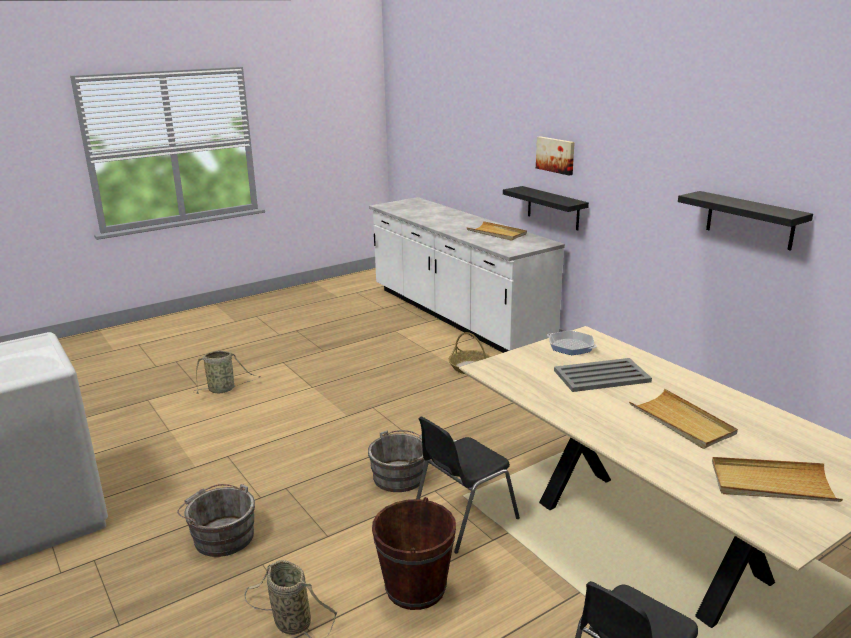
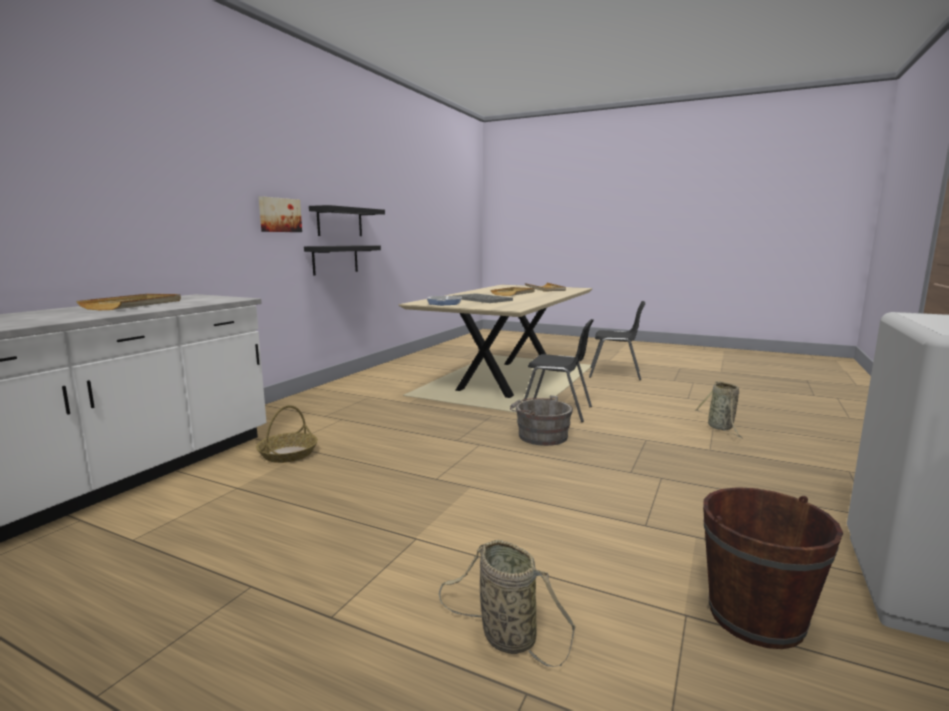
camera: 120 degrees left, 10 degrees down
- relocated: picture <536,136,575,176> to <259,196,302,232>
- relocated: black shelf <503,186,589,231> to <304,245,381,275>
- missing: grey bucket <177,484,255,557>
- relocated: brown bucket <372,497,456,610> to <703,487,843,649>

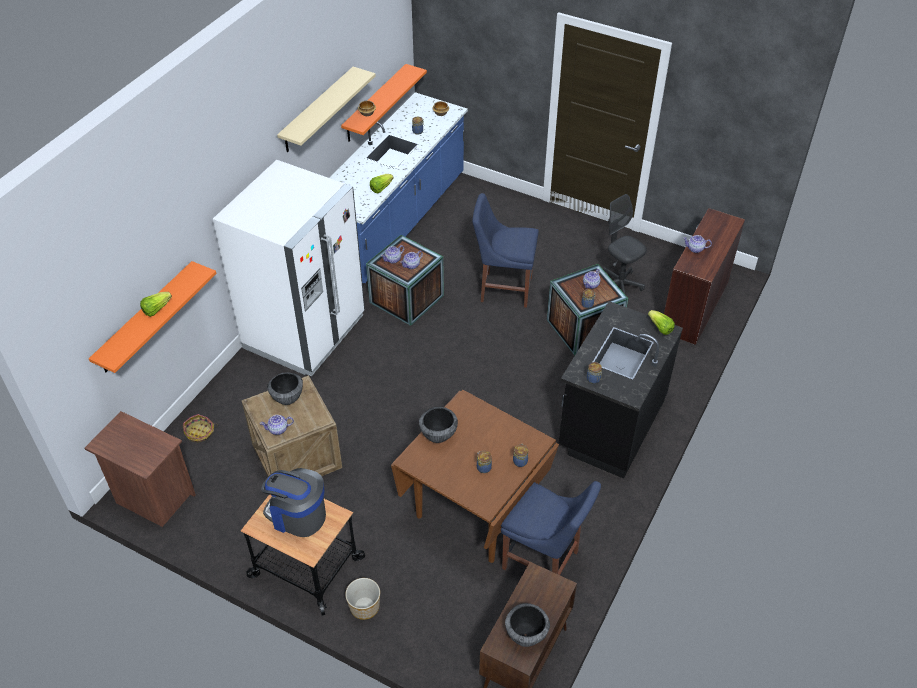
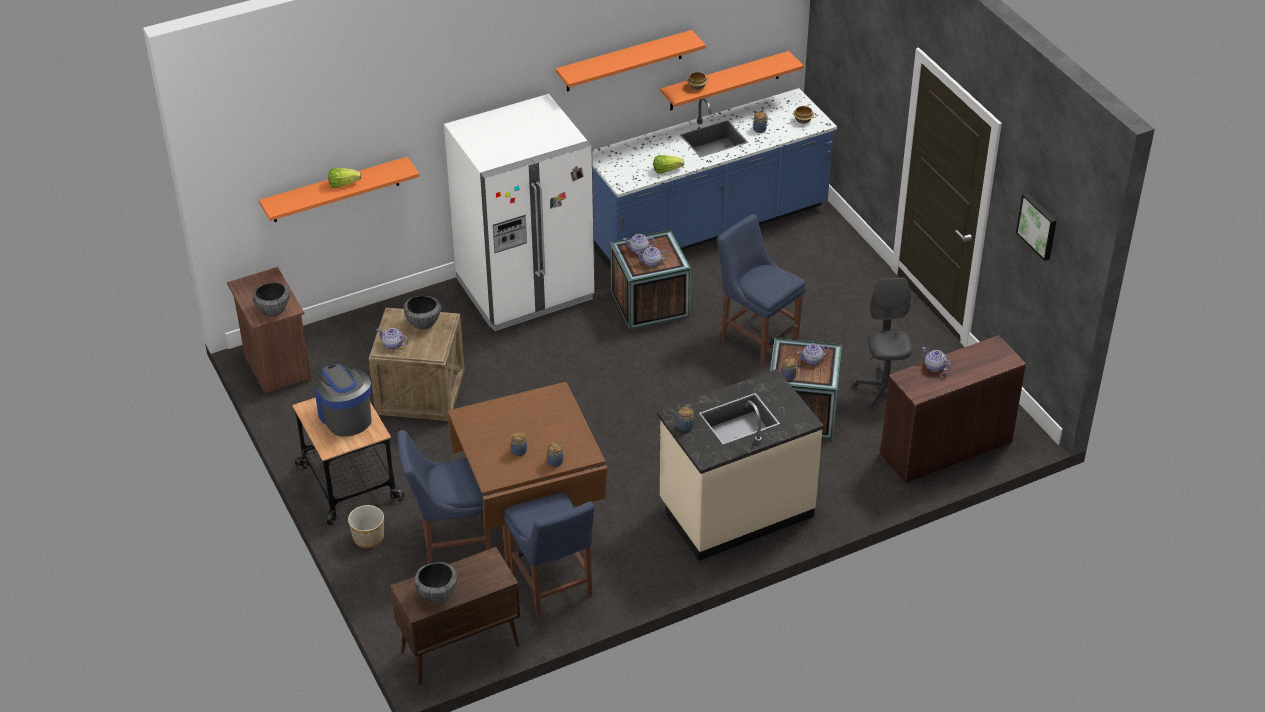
camera: 35 degrees right, 5 degrees down
- colour: beige shelf <277,67,376,153> to orange shelf <556,30,706,92>
- colour: black counter <559,301,683,479> to beige counter <657,369,824,561>
- missing: lettuce <648,310,675,335>
- relocated: bowl <419,407,458,443> to <253,282,290,316>
- missing: basket <183,414,218,443>
- appeared: picture <1016,193,1057,261>
- appeared: blue chair <397,430,491,564>

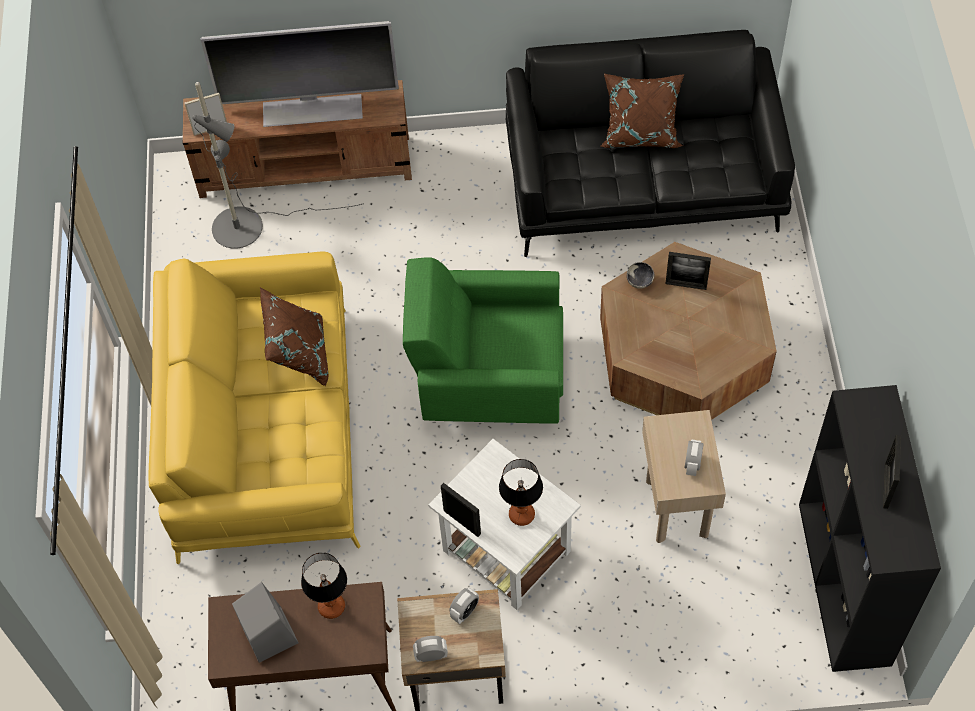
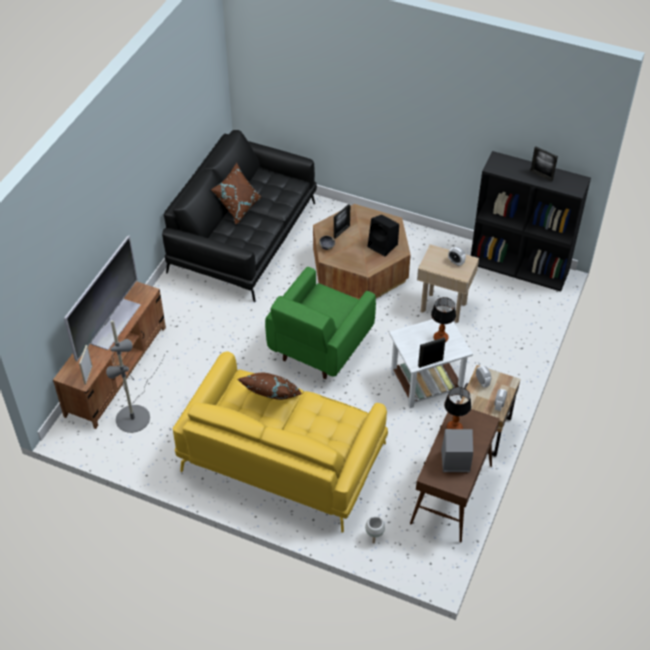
camera: 65 degrees left, 10 degrees down
- appeared: black speaker <367,215,399,256>
- appeared: white planter <365,516,385,544>

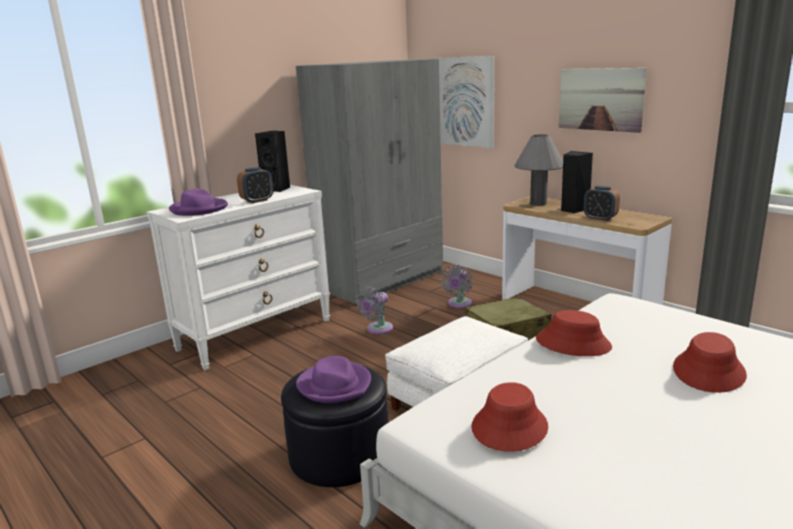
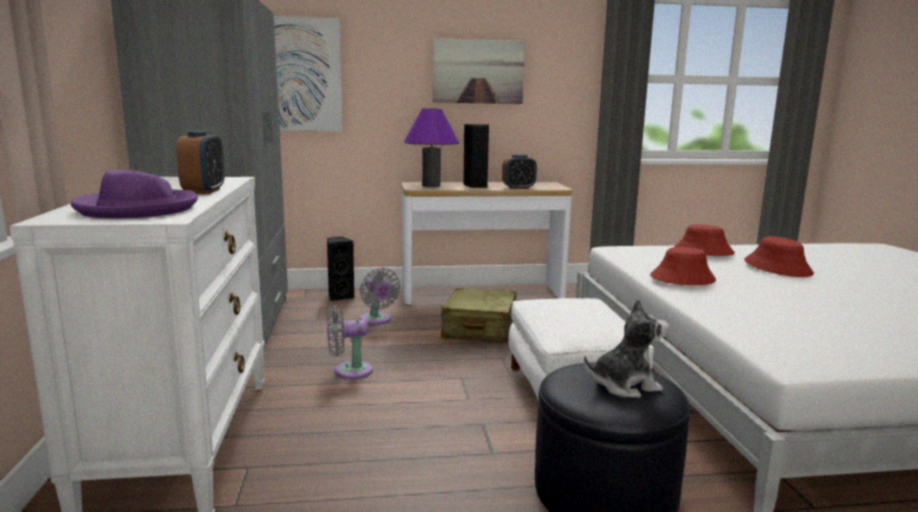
camera: 55 degrees left, 5 degrees down
- relocated: black speaker <255,131,290,192> to <327,237,355,301>
- colour: grey table lamp <515,134,563,206> to purple table lamp <404,108,460,187>
- spun: grey fan <356,286,393,334> = <327,305,373,379> 90 degrees clockwise
- exchanged: purple hat <296,356,371,403> to plush toy <584,299,669,398>
- relocated: red hat <472,382,548,452> to <674,225,735,256>

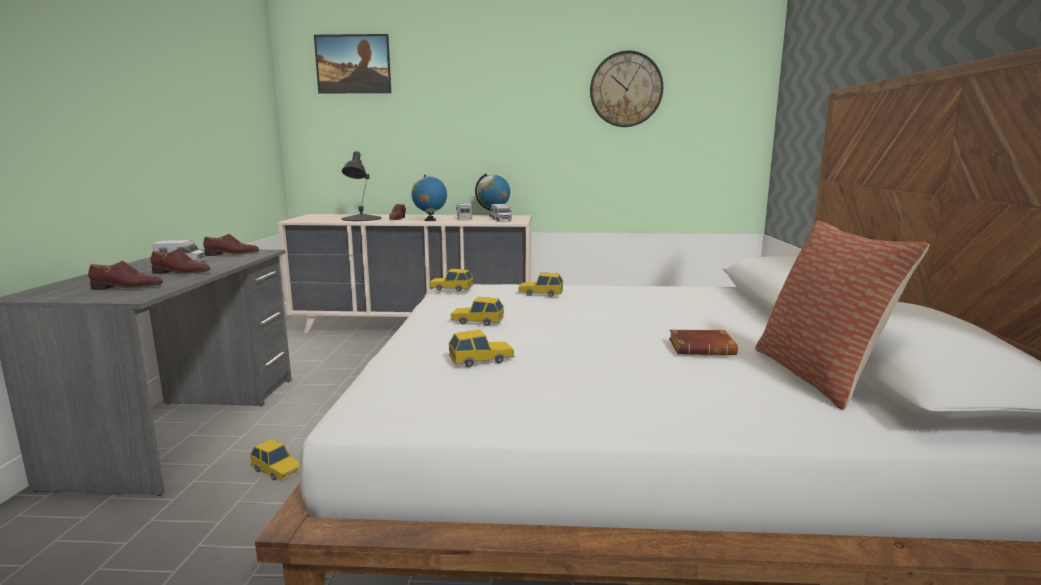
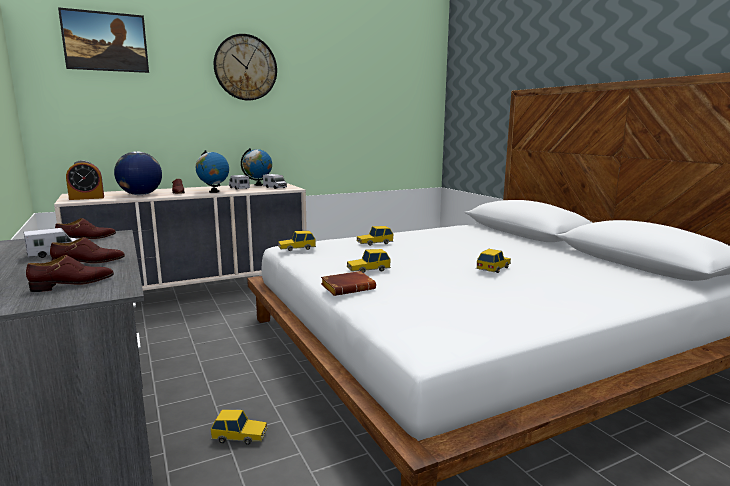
camera: 30 degrees left, 0 degrees up
- relocated: wall clock <590,50,663,127> to <214,34,277,101>
- exchanged: black table lamp <342,151,381,221> to globe <114,151,162,195>
- missing: pillow <755,220,929,410>
- relocated: toy car <449,329,515,367> to <476,249,511,273>
- relocated: brown book <669,330,738,355> to <321,271,376,296>
- appeared: alarm clock <66,160,104,200>

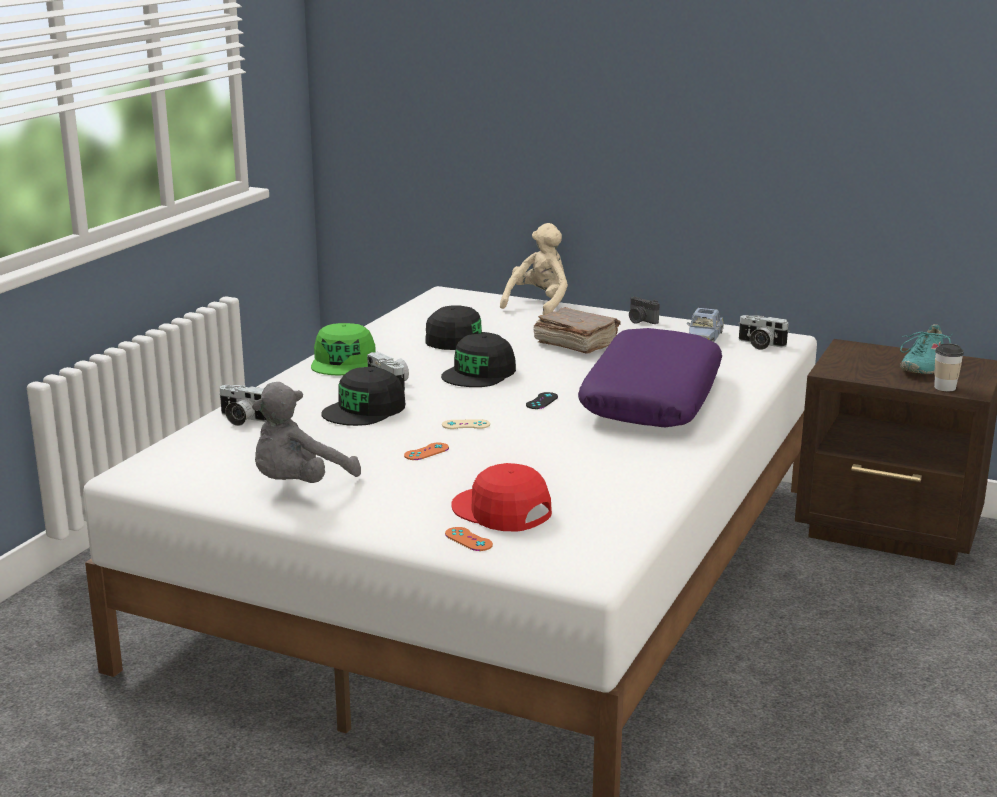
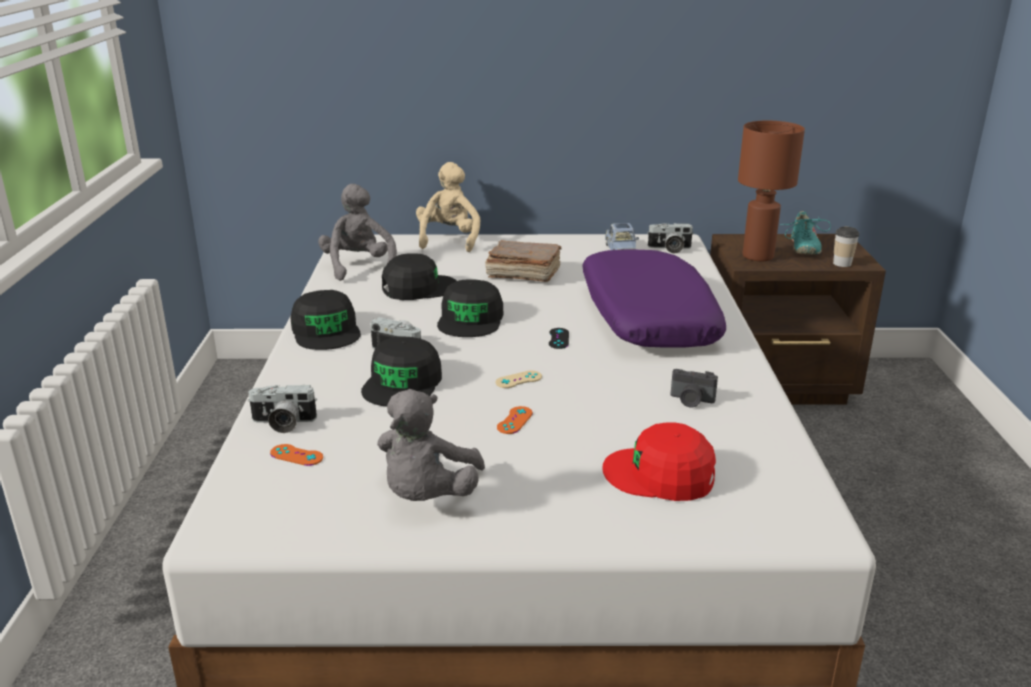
camera: 25 degrees left, 5 degrees up
- relocated: photo camera <629,297,660,324> to <671,369,718,408>
- colour: green cap <311,323,376,375> to black cap <290,290,361,350>
- relocated: orange game controller <445,527,493,551> to <270,444,323,466>
- appeared: brown table lamp <738,121,805,261>
- appeared: grey plush toy <318,184,397,281>

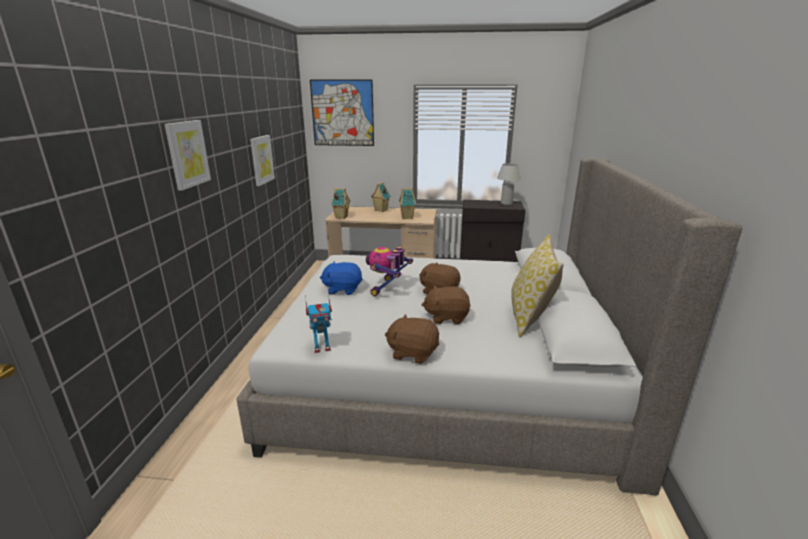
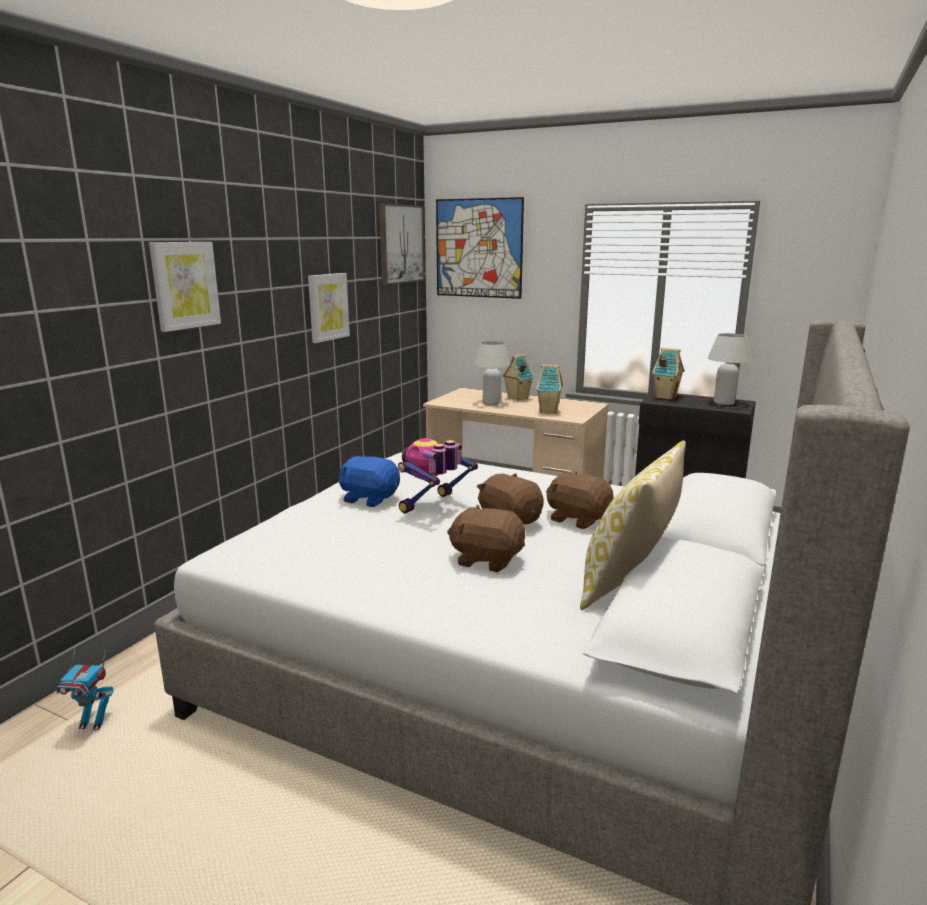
camera: 20 degrees right, 5 degrees down
- relocated: toy house <331,188,350,219> to <652,348,685,400>
- relocated: toy robot <305,292,332,353> to <57,649,113,730>
- relocated: brown plush toy <385,314,439,364> to <546,471,614,529>
- appeared: picture <379,203,425,285>
- appeared: white table lamp <474,341,510,405>

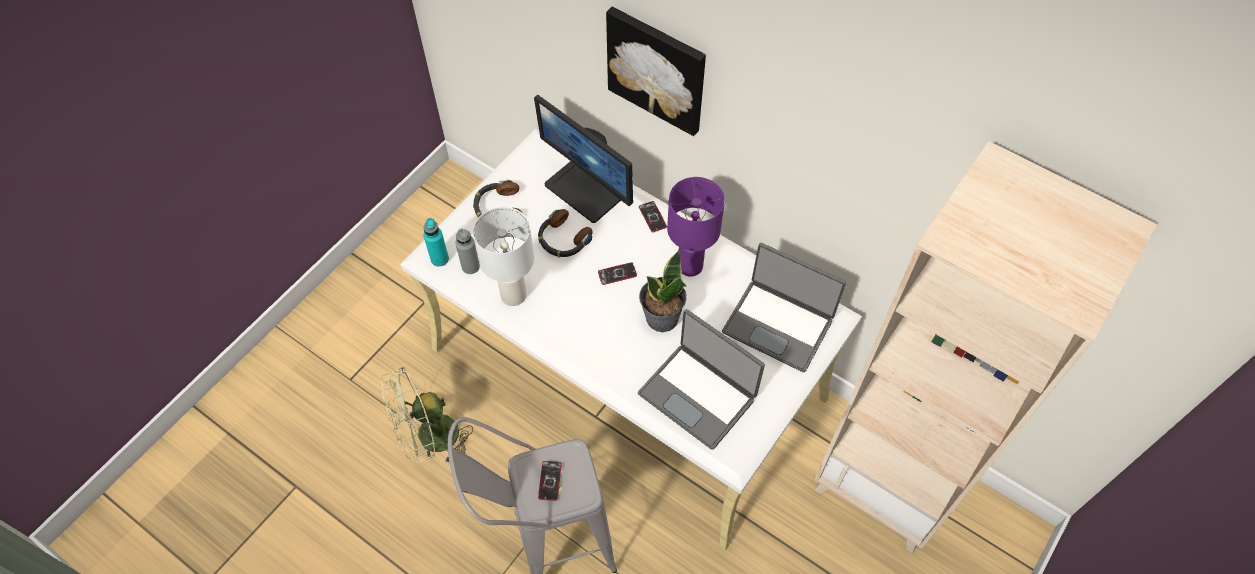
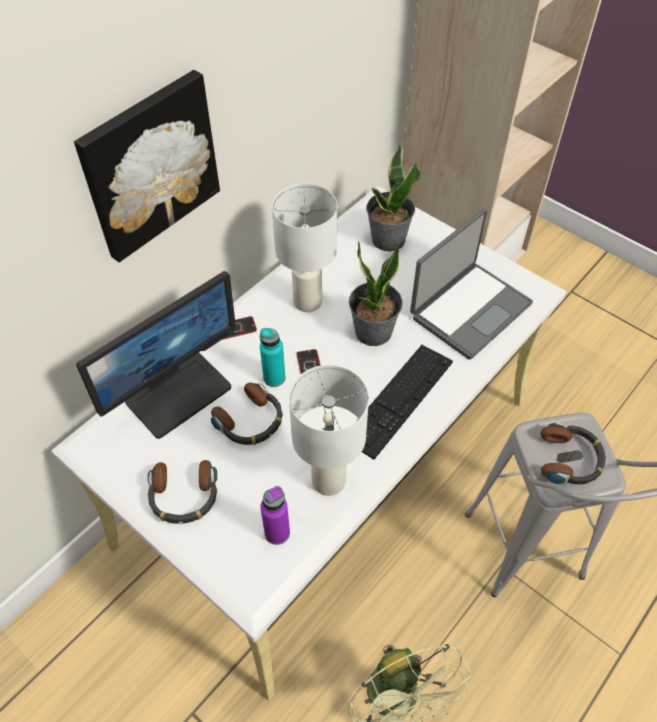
camera: 85 degrees left, 5 degrees down
- colour: purple table lamp <667,177,725,277> to white table lamp <272,183,338,312>
- relocated: turquoise bottle <423,218,449,267> to <260,328,285,387>
- colour: grey bottle <455,228,480,274> to purple bottle <260,486,290,545>
- exchanged: laptop <722,243,846,372> to potted plant <366,144,421,252>
- exchanged: phone <538,461,562,501> to headphones <541,423,606,485>
- appeared: keyboard <362,345,453,460>

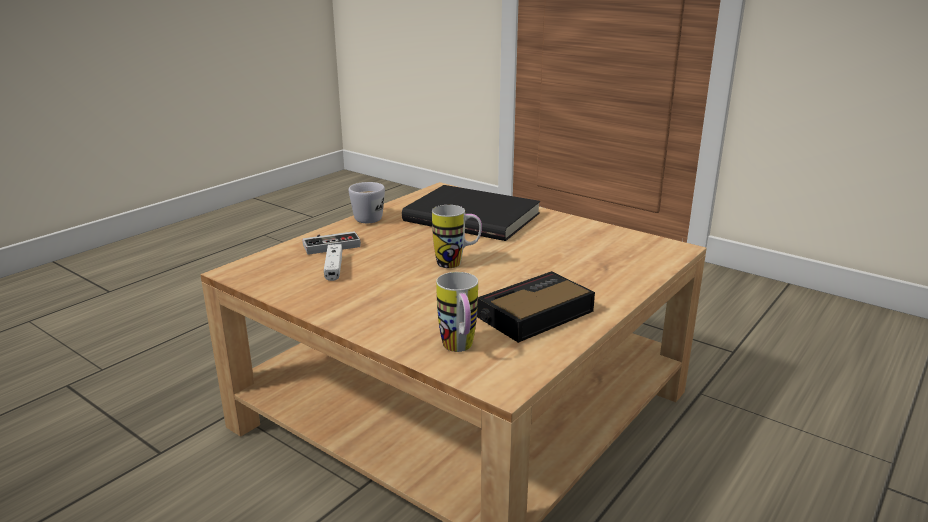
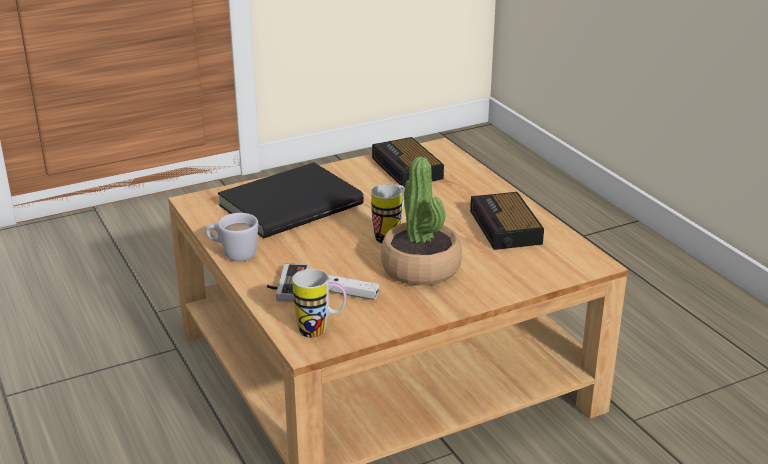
camera: 65 degrees left, 5 degrees up
- relocated: mug <436,272,478,352> to <292,269,347,338>
- appeared: alarm clock <372,137,444,187>
- appeared: potted plant <381,157,462,285>

